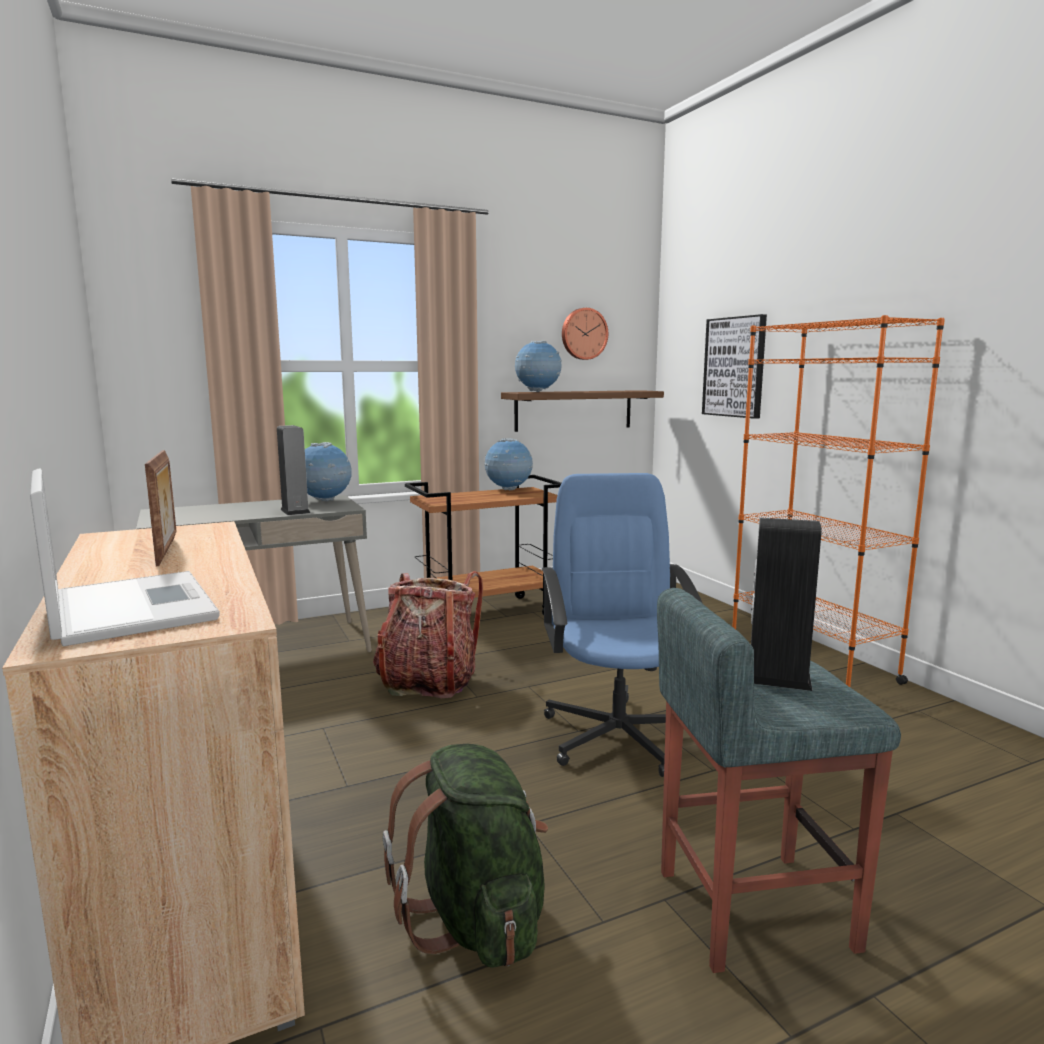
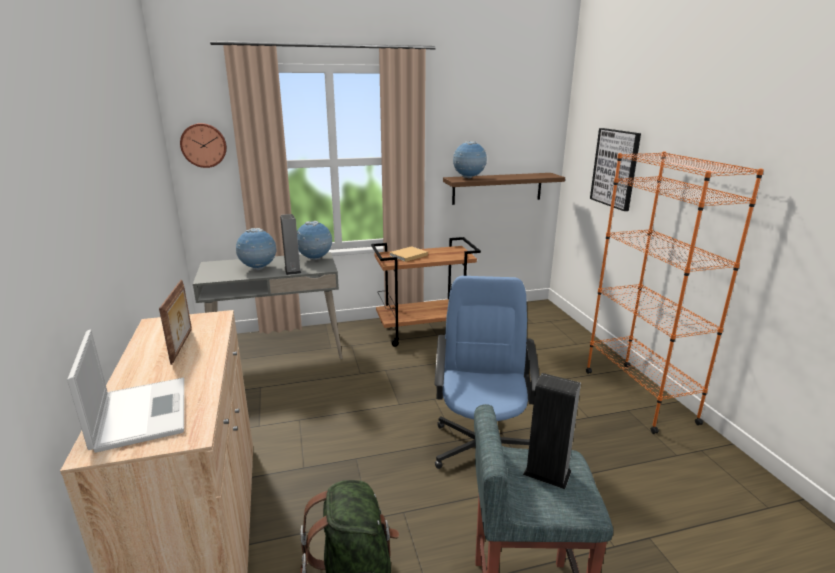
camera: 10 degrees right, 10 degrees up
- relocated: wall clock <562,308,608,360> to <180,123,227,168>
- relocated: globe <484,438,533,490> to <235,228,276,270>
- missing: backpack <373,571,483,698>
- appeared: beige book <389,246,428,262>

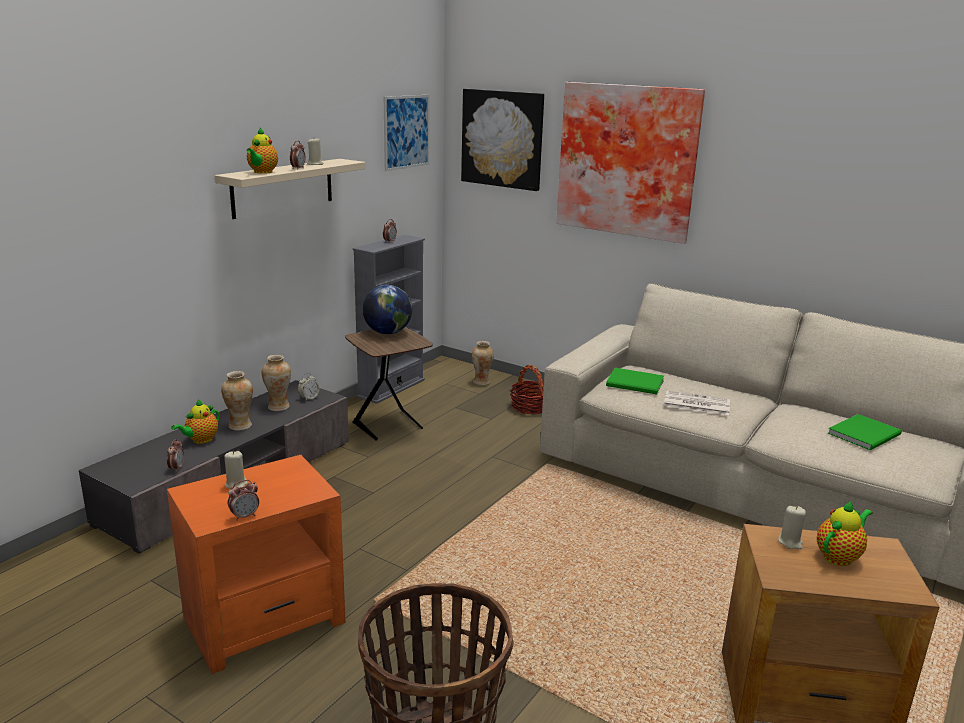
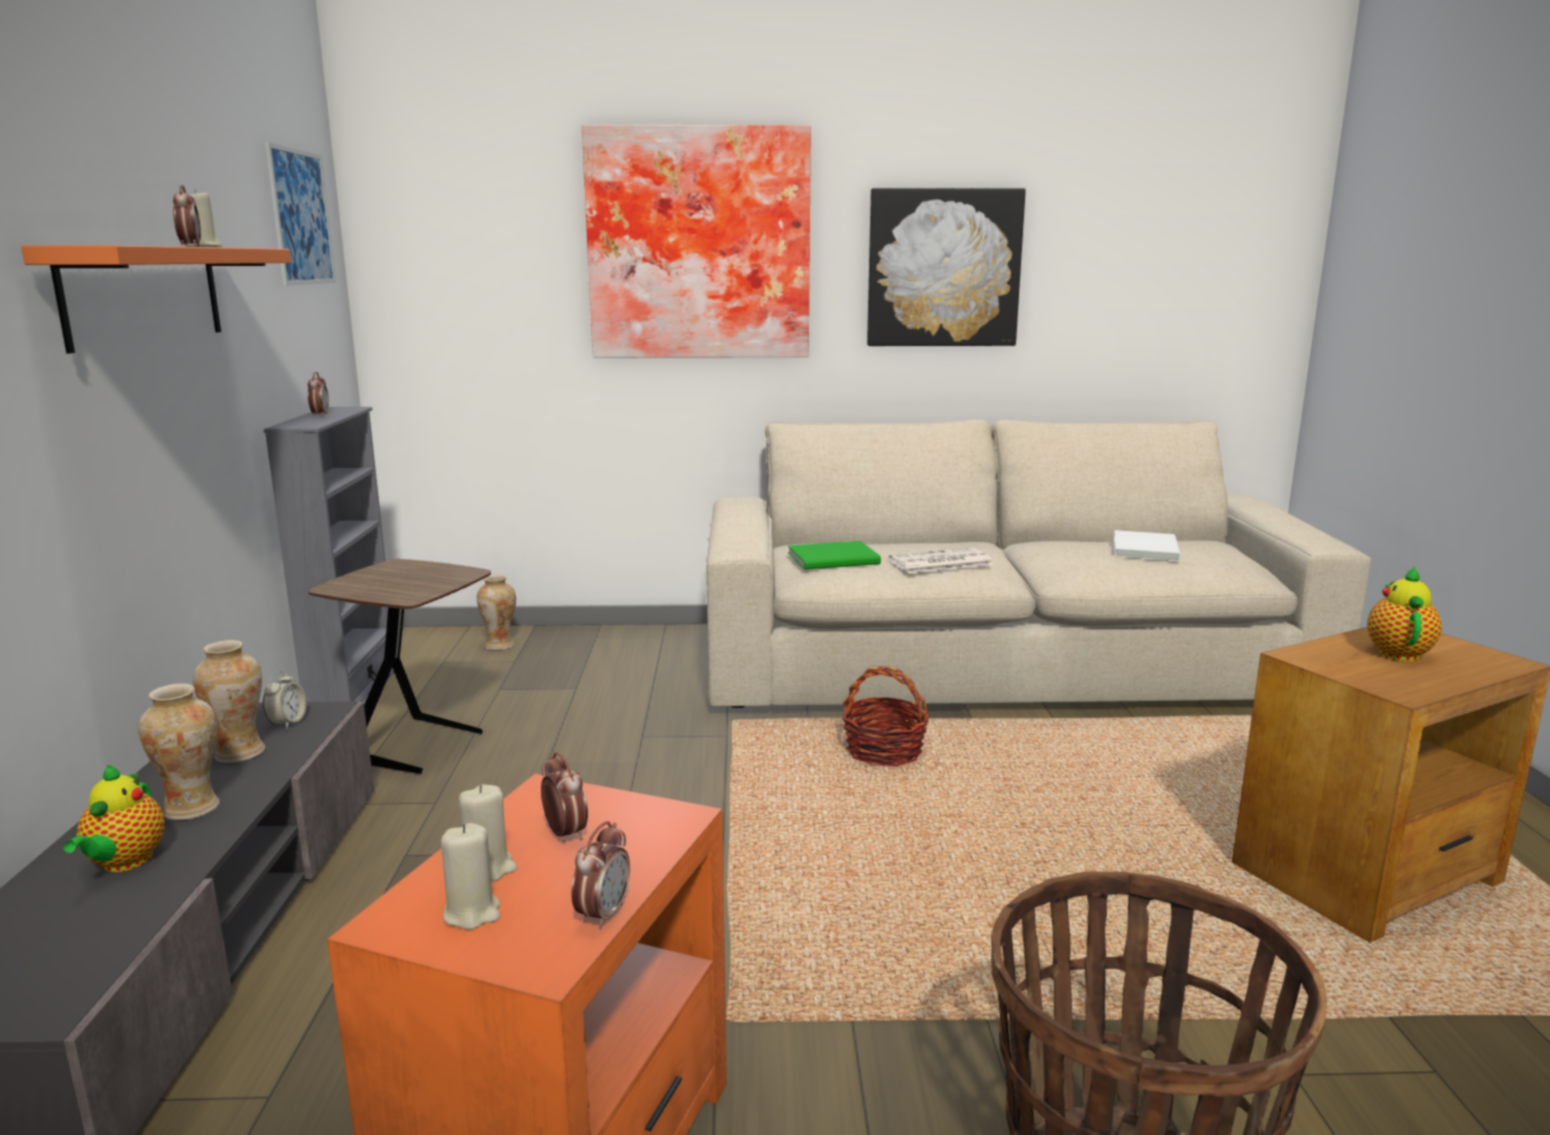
camera: 35 degrees left, 5 degrees down
- relocated: picture <461,89,544,191> to <867,188,1026,346>
- missing: teapot <247,128,278,174>
- colour: beige shelf <214,159,366,219> to orange shelf <21,245,291,354>
- missing: globe <363,285,412,334>
- relocated: basket <510,365,544,414> to <842,666,929,767>
- colour: green book <828,414,902,450> to white book <1114,530,1181,561>
- relocated: alarm clock <167,439,184,472> to <541,752,588,843>
- relocated: beige candle <778,506,806,549> to <441,823,500,930>

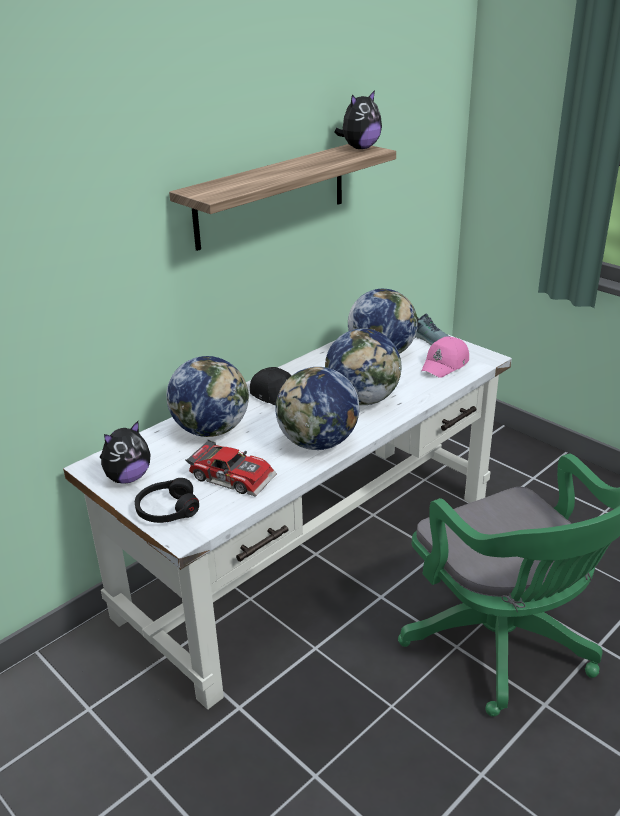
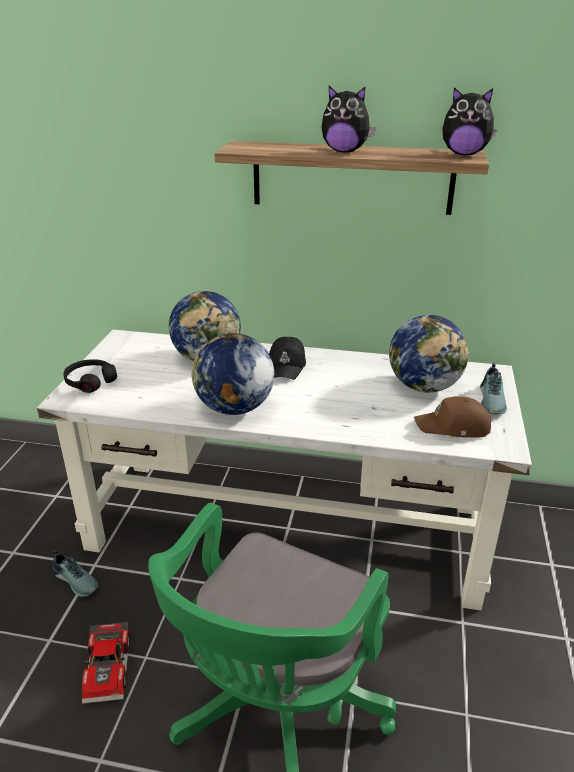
camera: 55 degrees right, 0 degrees up
- missing: globe <325,328,402,405>
- colour: pink cap <421,337,469,378> to brown cap <414,396,491,438>
- relocated: plush toy <100,421,151,483> to <322,86,376,153>
- relocated: toy car <186,440,277,497> to <82,622,129,704>
- appeared: shoe <52,550,98,597>

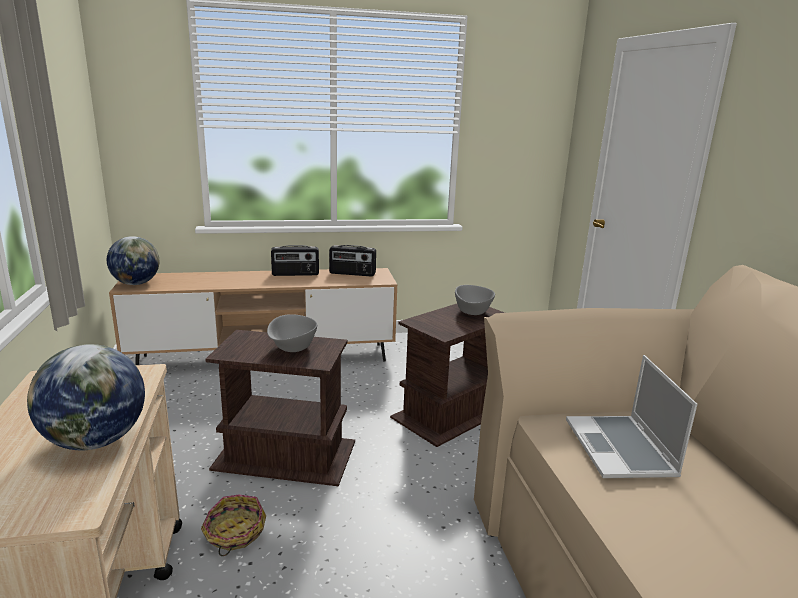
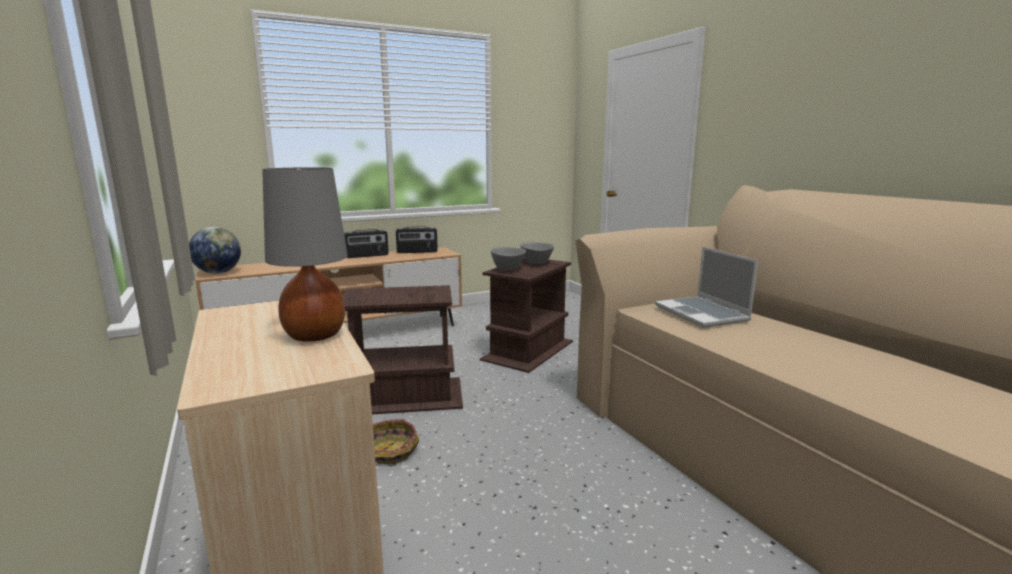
camera: 15 degrees left, 5 degrees down
- relocated: grey bowl <267,314,317,352> to <491,247,526,270>
- exchanged: globe <27,344,145,450> to grey table lamp <262,167,348,342>

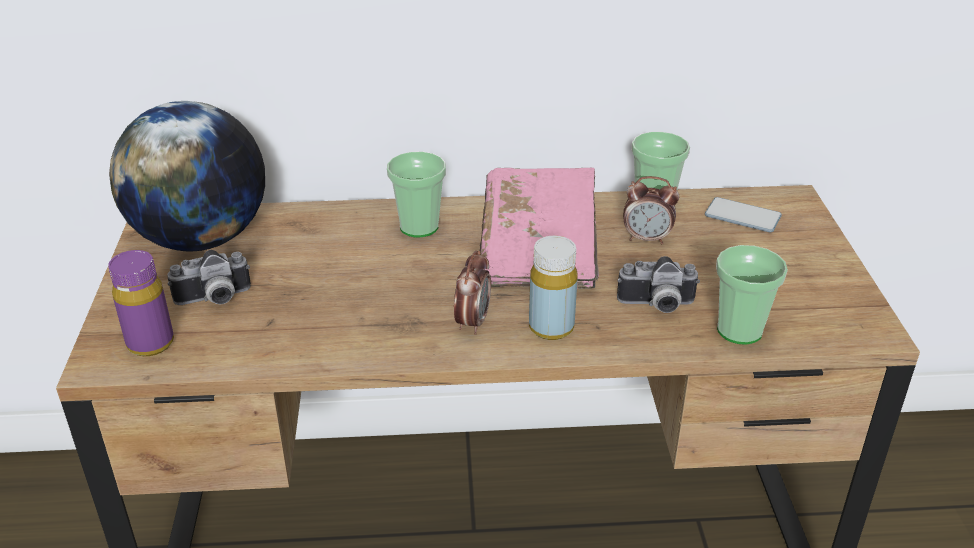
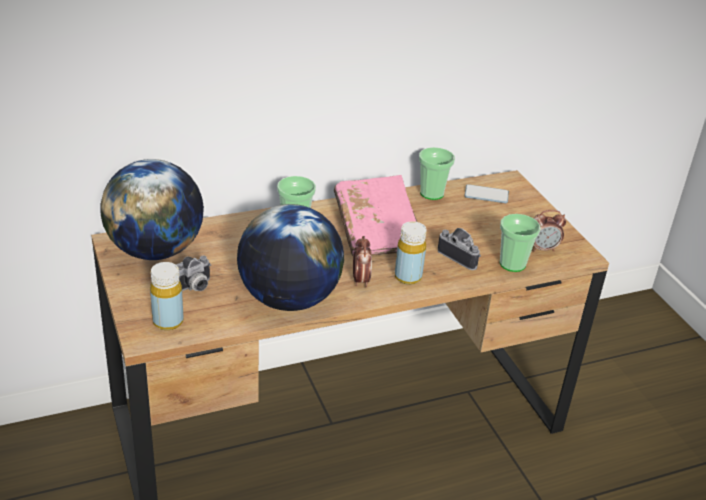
camera: 20 degrees left, 0 degrees up
- relocated: alarm clock <623,176,679,244> to <533,210,566,252>
- colour: purple bottle <108,250,174,356> to yellow bottle <150,262,183,330>
- spun: photo camera <617,256,700,313> = <438,228,481,270> 120 degrees counterclockwise
- appeared: globe <237,204,344,311>

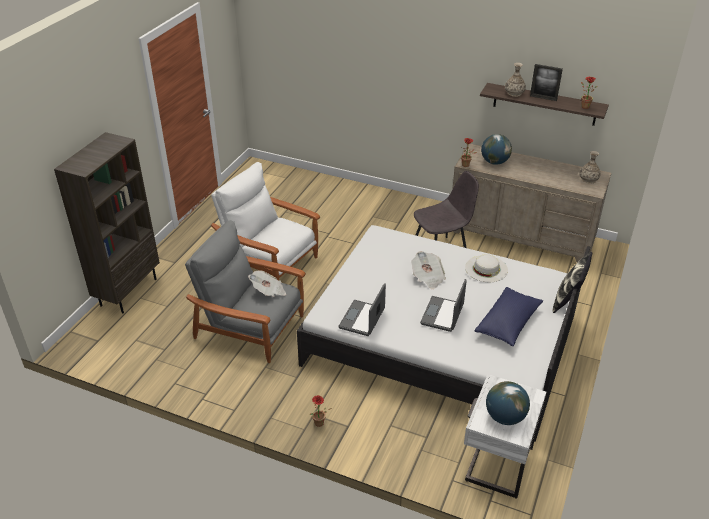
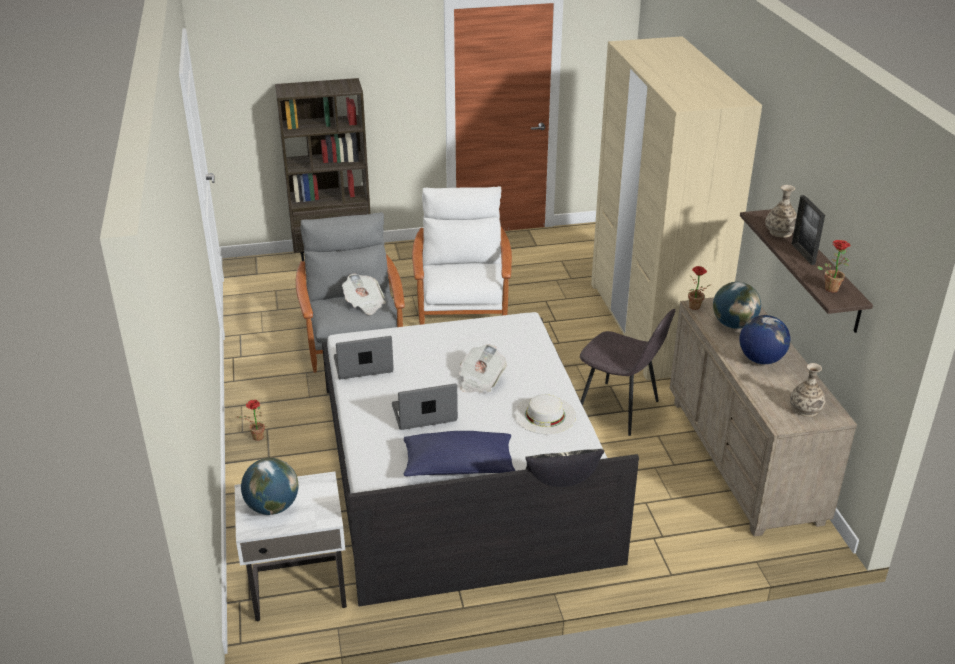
camera: 55 degrees right, 5 degrees down
- appeared: beige wardrobe <591,36,762,380>
- appeared: globe <739,315,790,364>

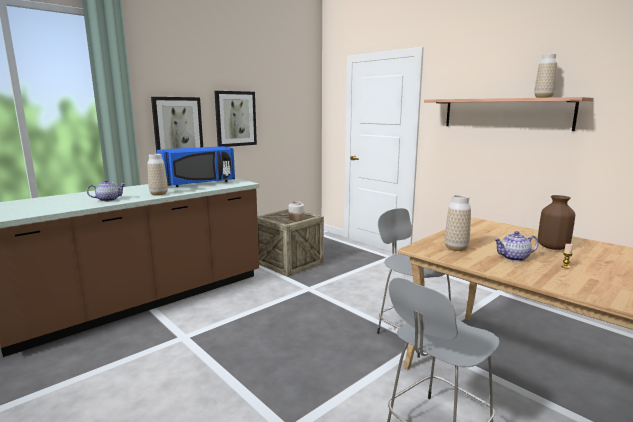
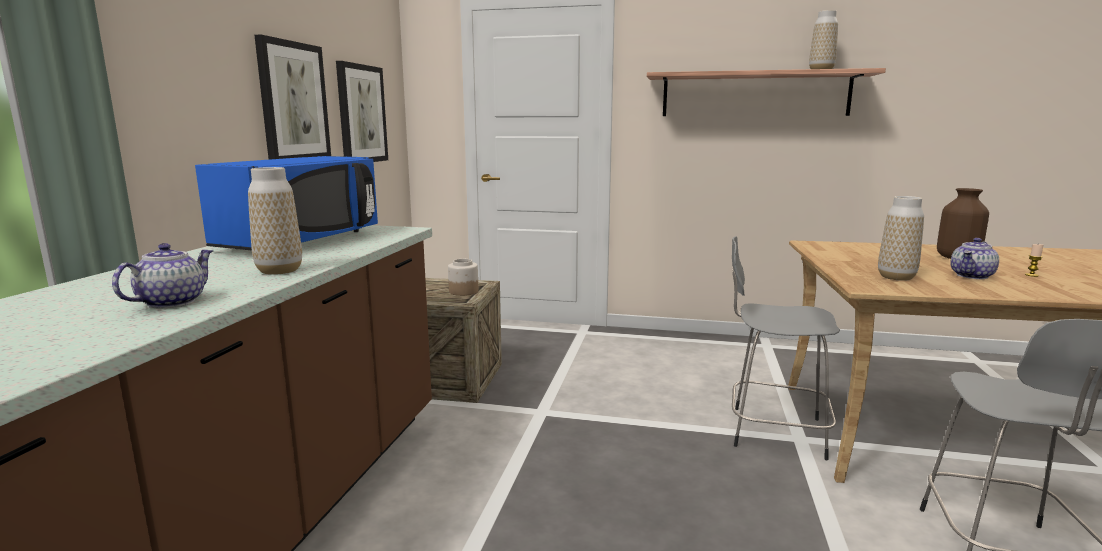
camera: 35 degrees left, 0 degrees up
- relocated: picture <151,97,203,154> to <336,61,388,162>

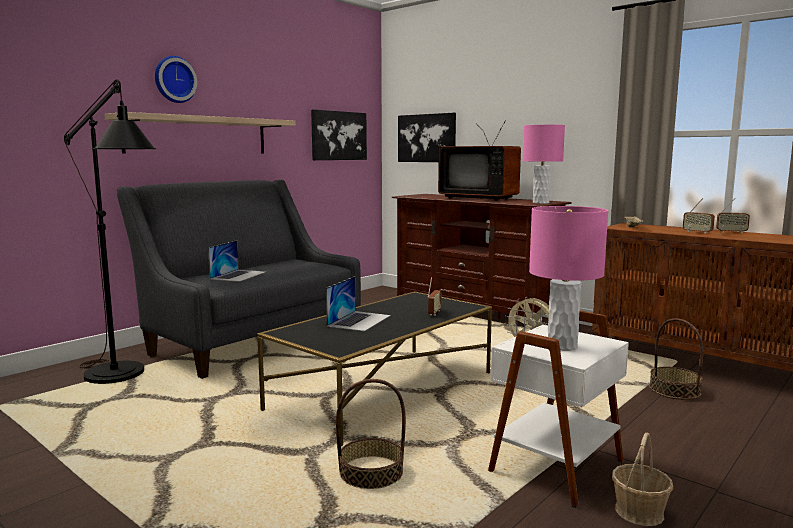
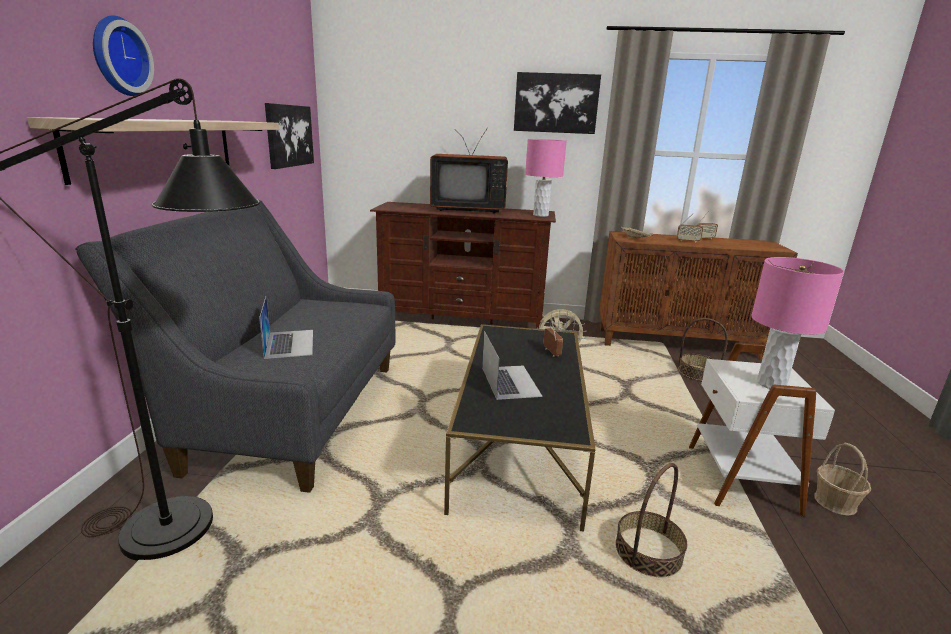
camera: 35 degrees left, 10 degrees up
- relocated: picture <398,113,456,162> to <514,72,601,134>

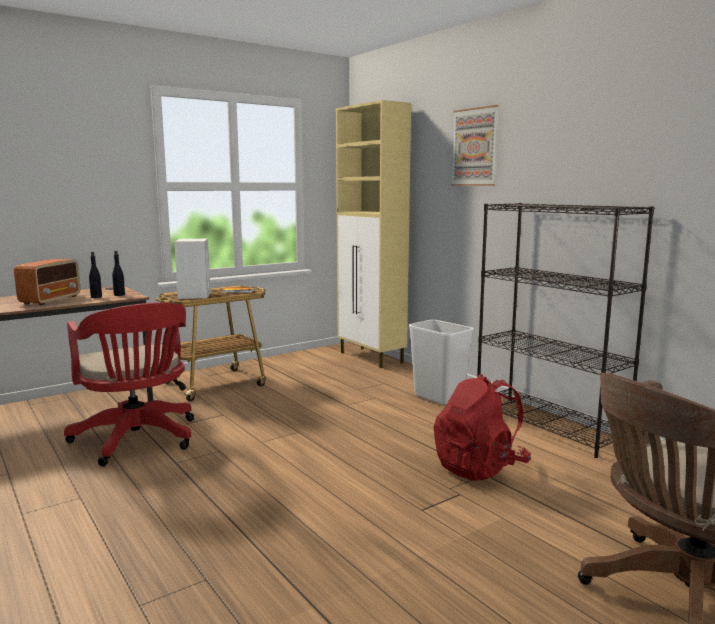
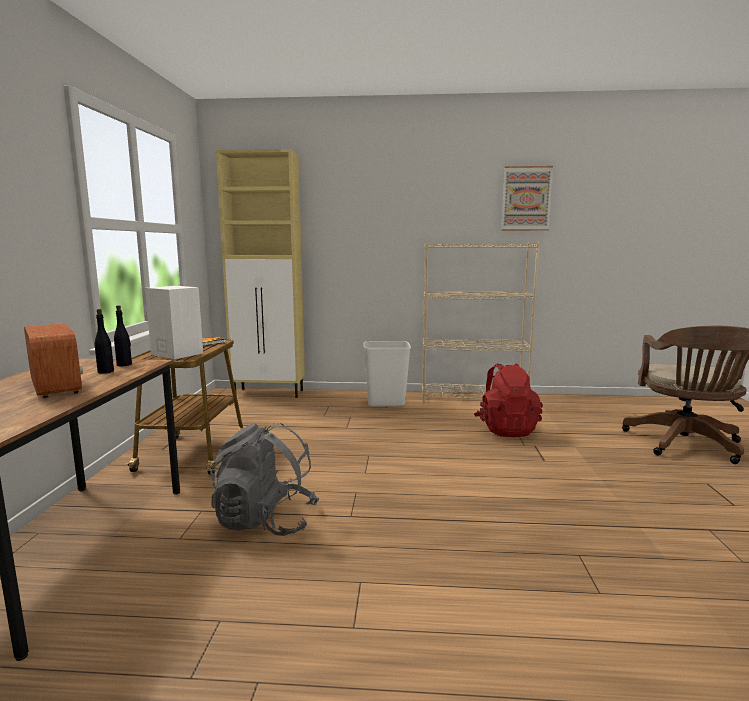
camera: 50 degrees left, 0 degrees up
- relocated: picture <451,105,499,186> to <501,166,553,231>
- colour: black bookcase <477,203,654,458> to beige bookcase <422,243,540,403>
- exchanged: red office chair <64,302,194,466> to grey backpack <210,423,319,536>

